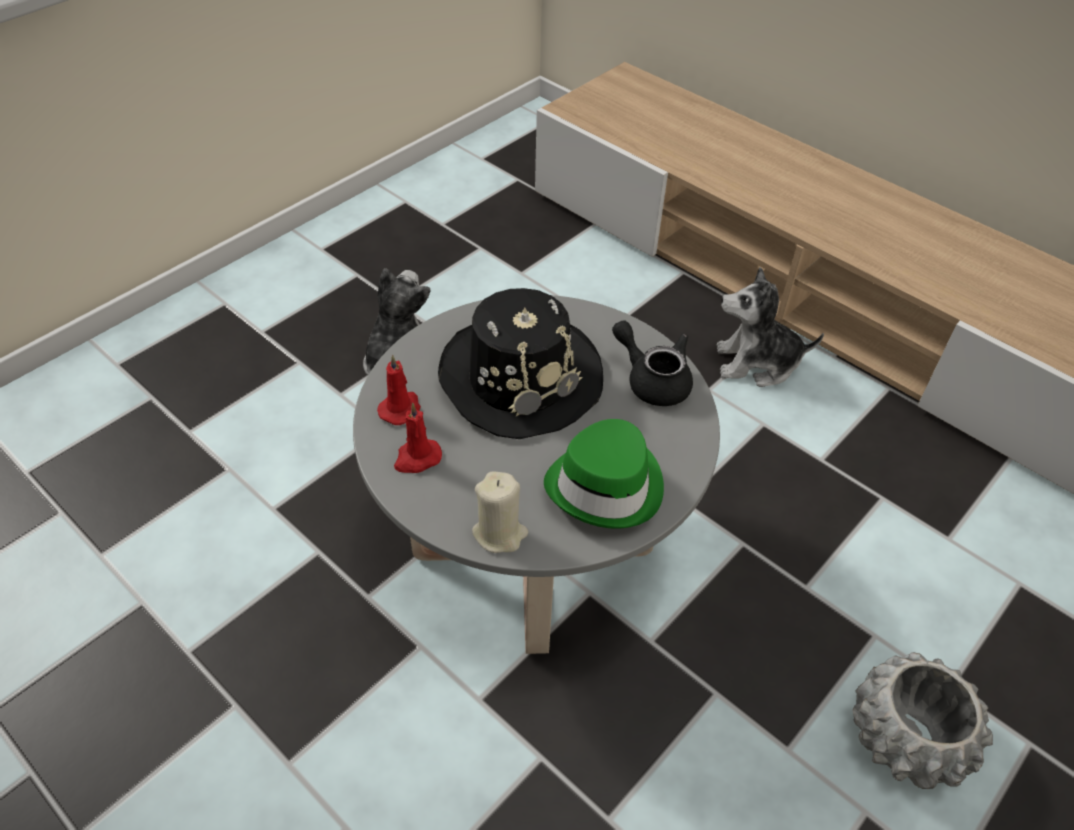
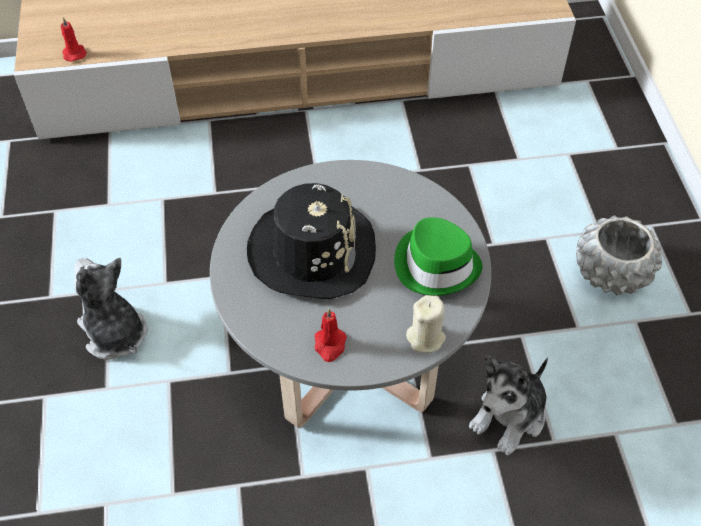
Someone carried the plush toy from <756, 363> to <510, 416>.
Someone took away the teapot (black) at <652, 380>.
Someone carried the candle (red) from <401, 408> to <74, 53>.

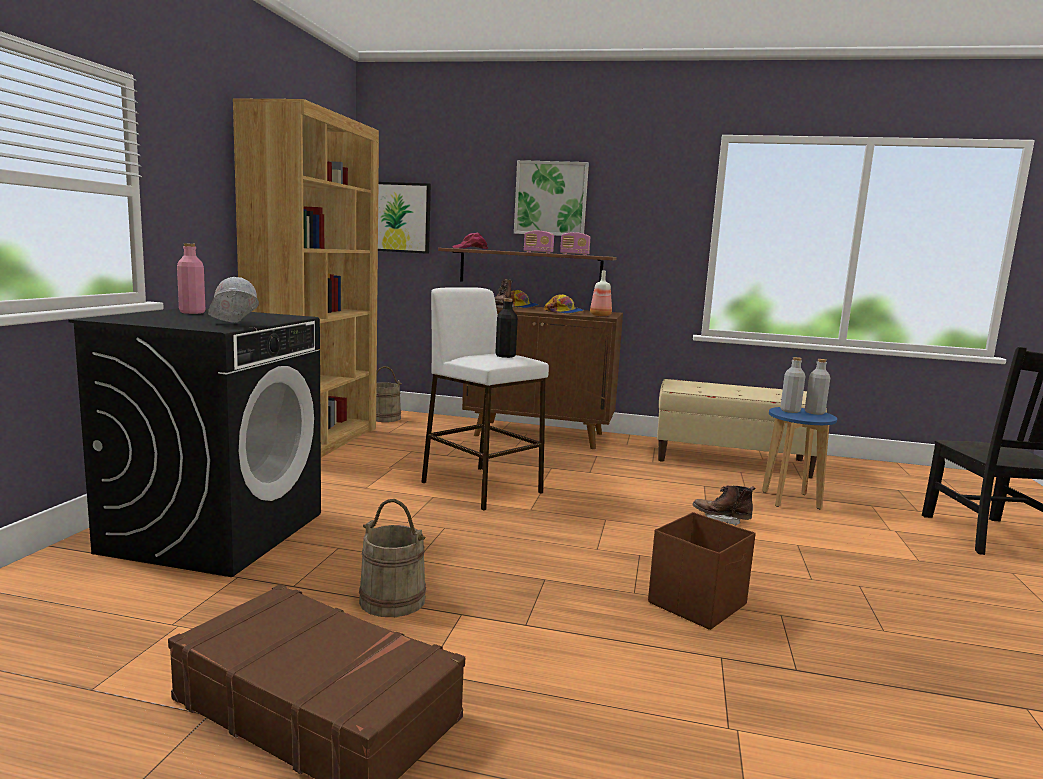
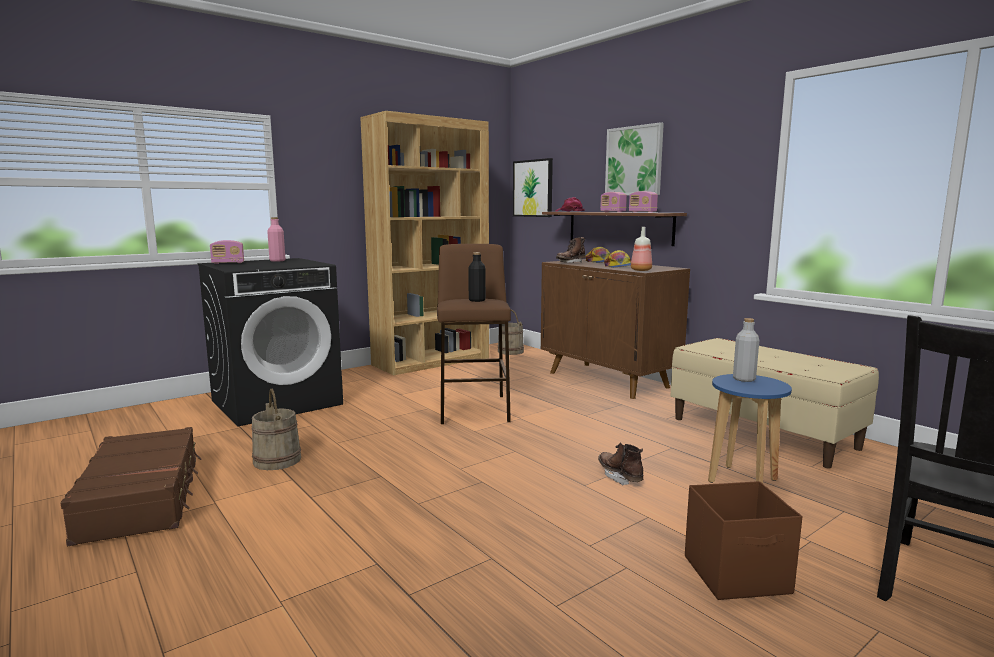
Someone took away the hard hat (white) at <233, 324>.
Someone repainted the stool (white) at <481, 487>, which became the stool (brown) at <473, 409>.
Someone took away the bottle (grey) at <814, 412>.
Someone carried the storage box (brown) from <698, 603> to <738, 575>.
Someone put down the radio at <228, 263>.

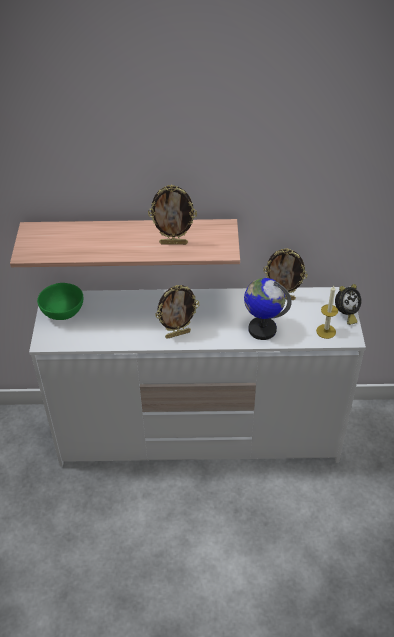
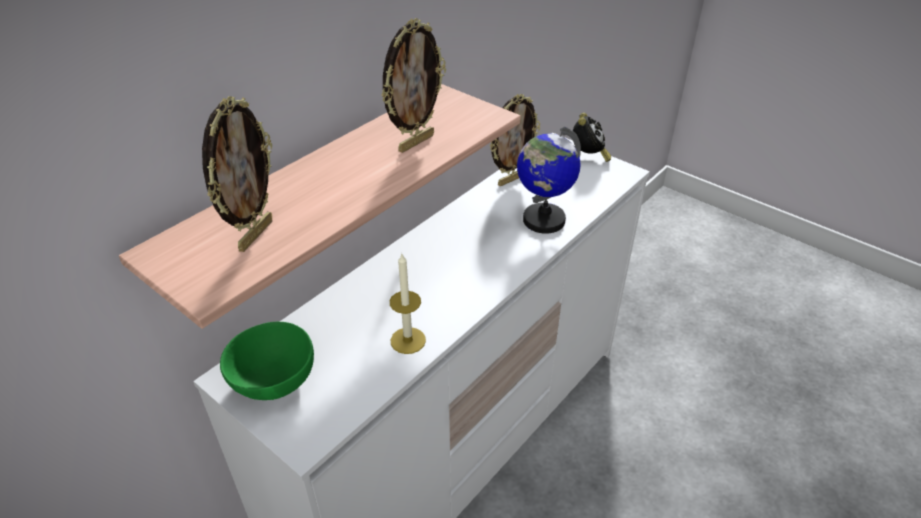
Someone carried the picture frame from <178, 334> to <255, 235>.
Someone carried the candle from <326, 331> to <408, 340>.

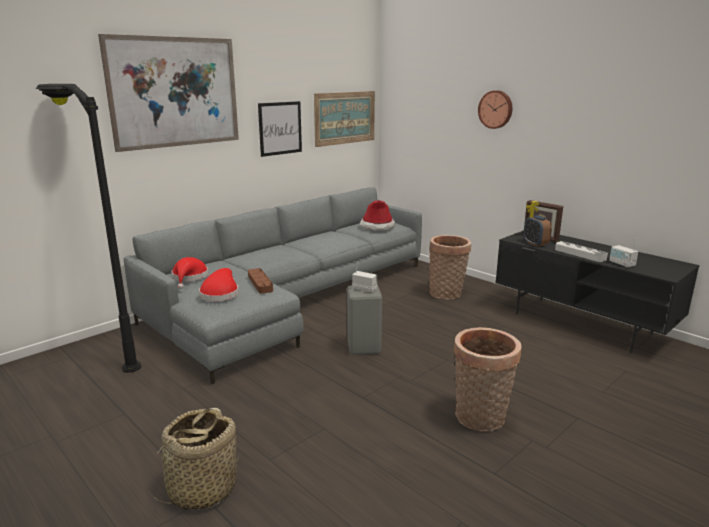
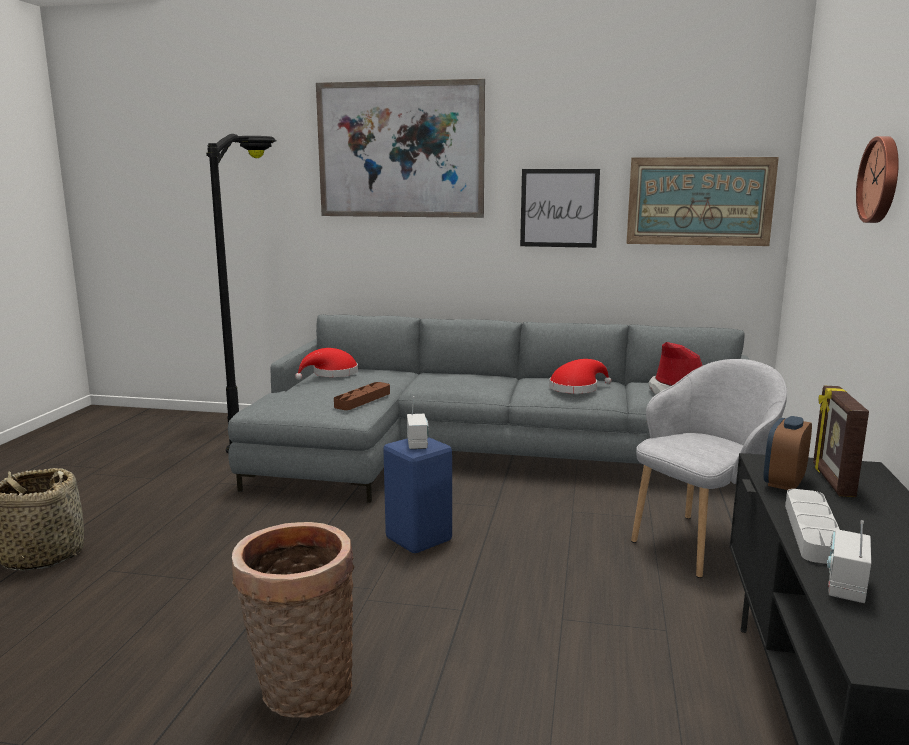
Someone swapped the basket at <447, 294> for the armchair (grey) at <699, 545>.
Someone carried the hat (red) from <220, 293> to <576, 388>.
Someone repainted the stool (grey) at <363, 348>, which became the stool (blue) at <416, 539>.

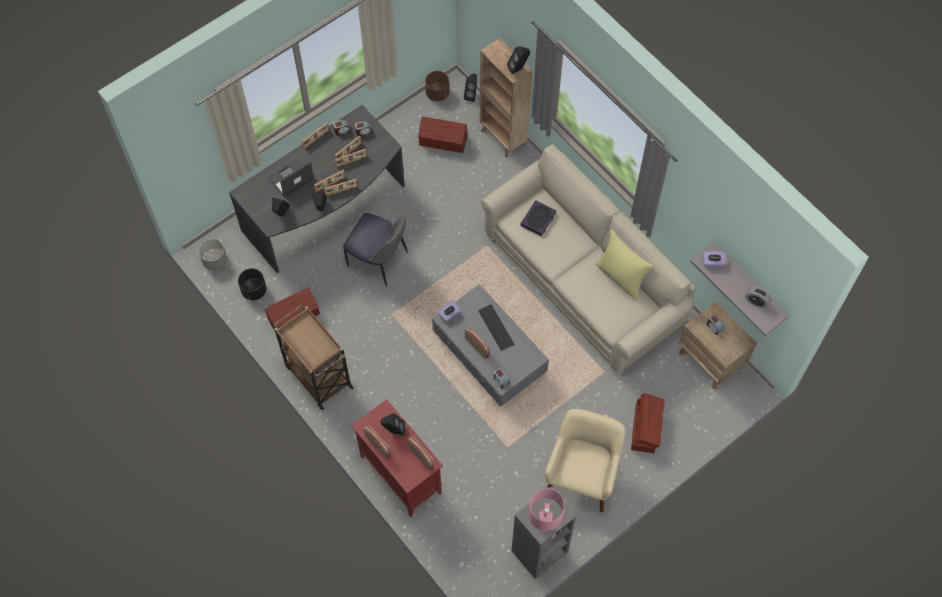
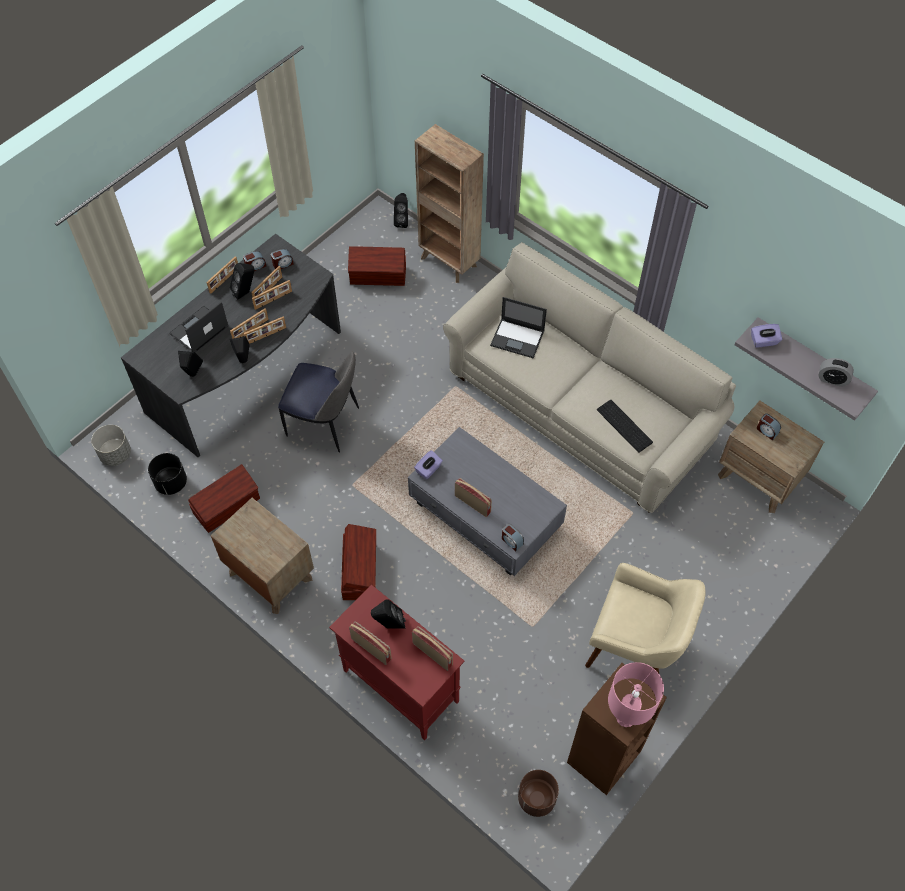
Someone carried the speaker (black) from <518, 69> to <246, 292>.
Someone carried the planter (brown) from <437, 93> to <536, 799>.
Someone swapped the book at <538, 219> for the laptop at <518, 338>.
Someone took away the pillow (yellow) at <621, 277>.
Someone carried the keyboard from <497, 327> to <625, 426>.
Someone swapped the cart (brown) at <317, 375> for the nightstand (brown) at <270, 575>.
Someone carried the storage box (brown) from <645, 428> to <359, 570>.
Someone rotated the armchair (beige) at <582, 475> by 105 degrees clockwise.
Someone repainted the bookcase (grey) at <539, 552>, which became the bookcase (brown) at <604, 757>.

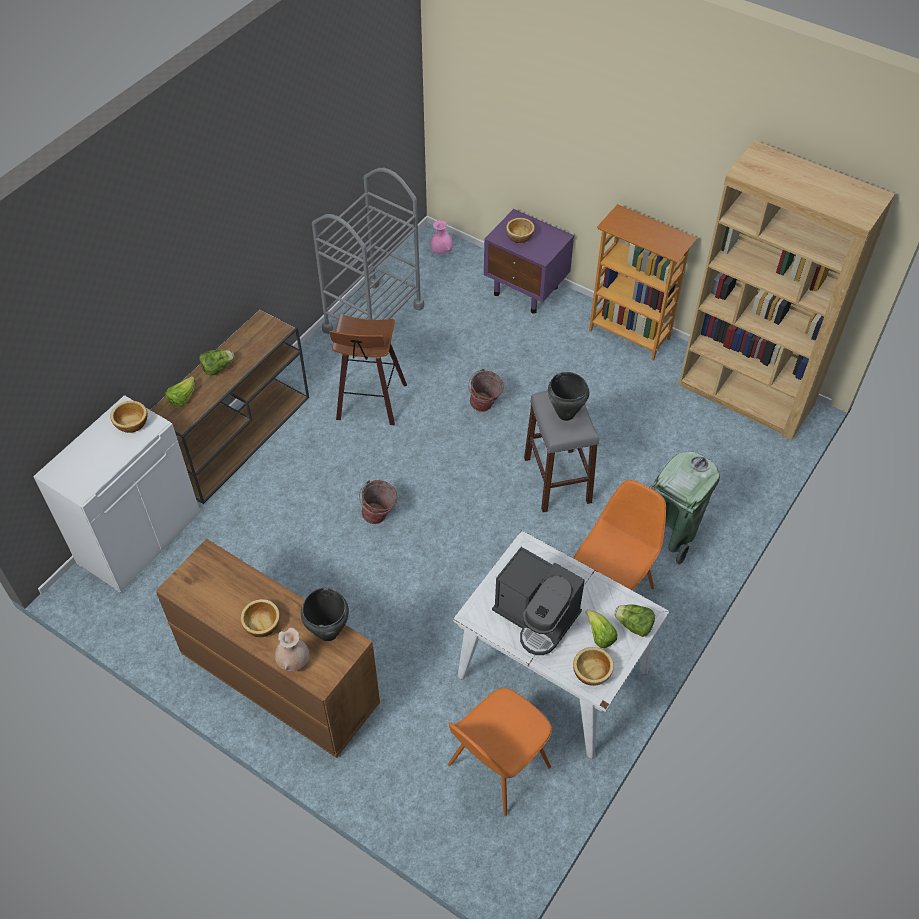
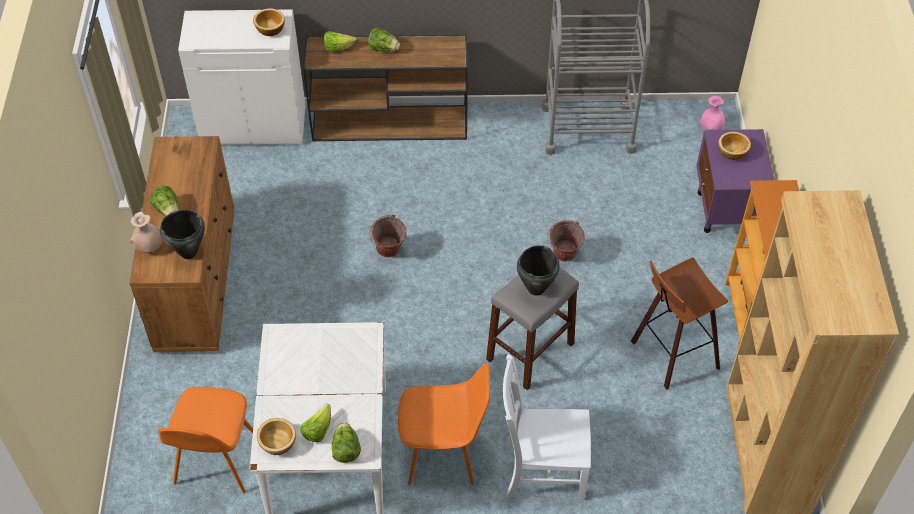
Someone carried the stool from <369, 403> to <671, 354>.
Someone swapped the trash can (green) at <670, 535> for the chair (white) at <541, 469>.
Someone took away the coffee machine at <536, 617>.
Someone swapped the bowl at <261, 624> for the lettuce at <168, 210>.
Someone rotated the chair (orange) at <497, 768> by 90 degrees counterclockwise.

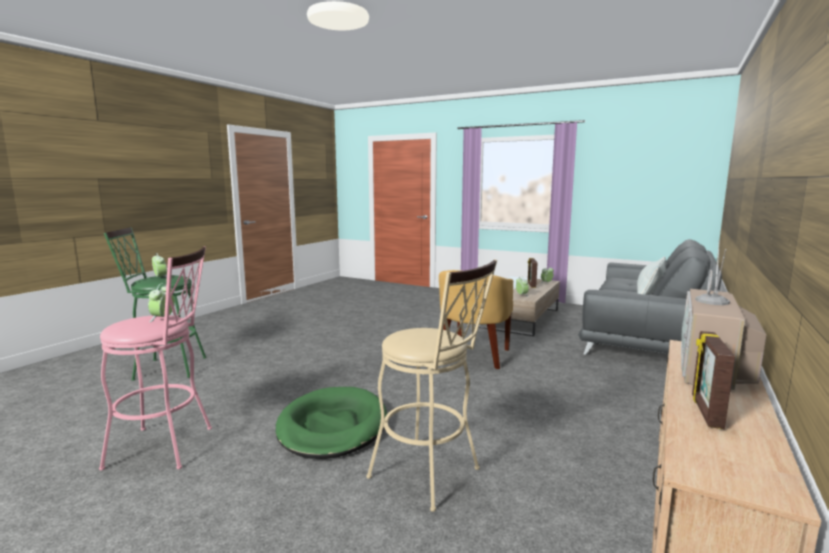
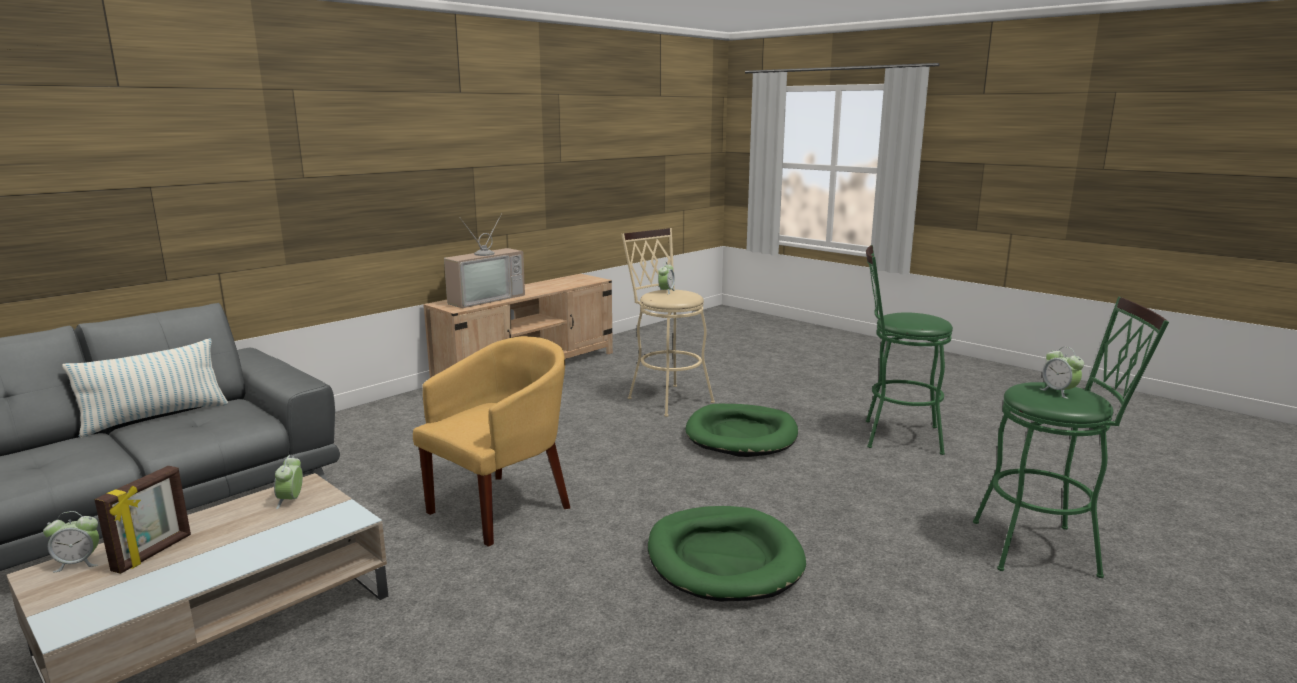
Someone repainted the stool (pink) at <168, 447>, which became the stool (green) at <894, 436>.
Someone carried the alarm clock from <163, 318> to <666, 291>.
Someone took away the picture frame at <705, 411>.
Someone put down the dog bed (green) at <724, 559>.

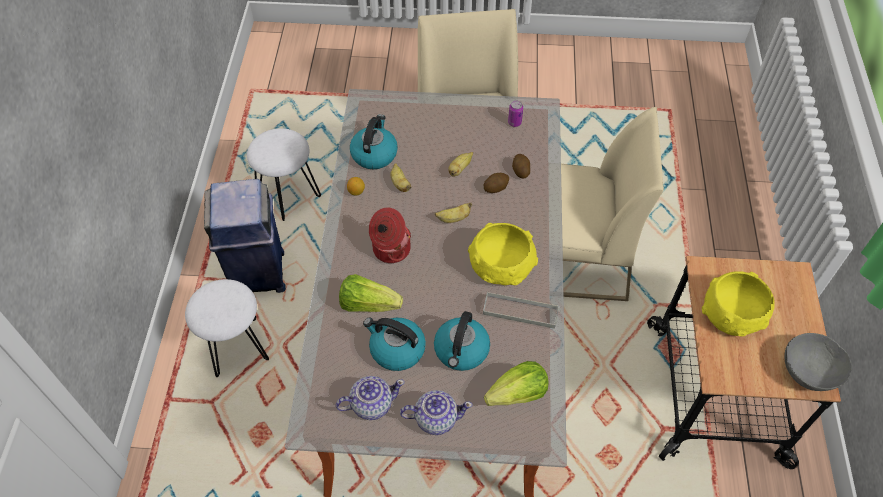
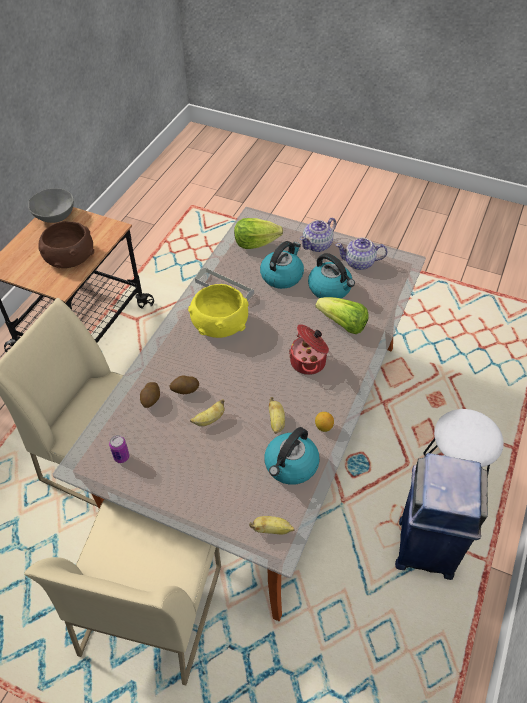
Someone took away the stool (white) at <288, 196>.
Someone carried the banana from <453, 219> to <272, 530>.
Someone repainted the bowl (yellow) at <732, 313>, which became the bowl (brown) at <69, 257>.
Someone rotated the teapot at <435, 418> by 60 degrees counterclockwise.

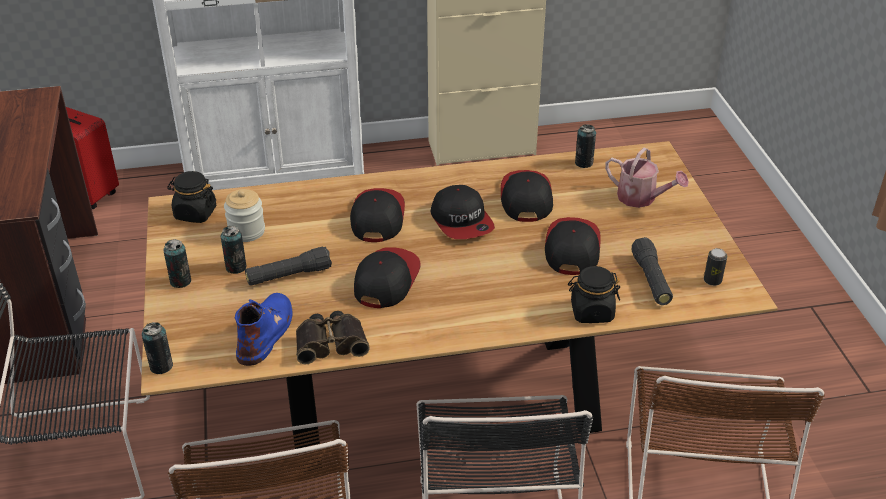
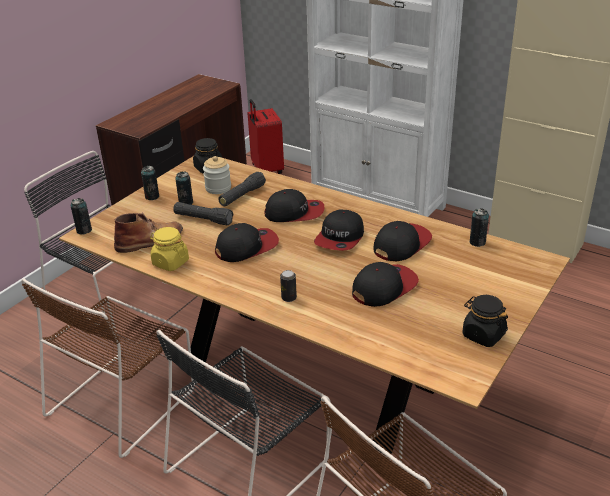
Someone took away the watering can at <641, 198>.
Someone rotated the cap at <377, 217> by 45 degrees clockwise.
Someone carried the flashlight (black) from <651, 280> to <242, 196>.
Someone carried the can from <712, 280> to <289, 298>.
Someone carried the jar (black) from <591, 312> to <483, 335>.
Someone repainted the boot (blue) at <266, 331>, which became the boot (brown) at <150, 240>.
Someone swapped the binoculars at <331, 342> for the jar (yellow) at <170, 262>.

